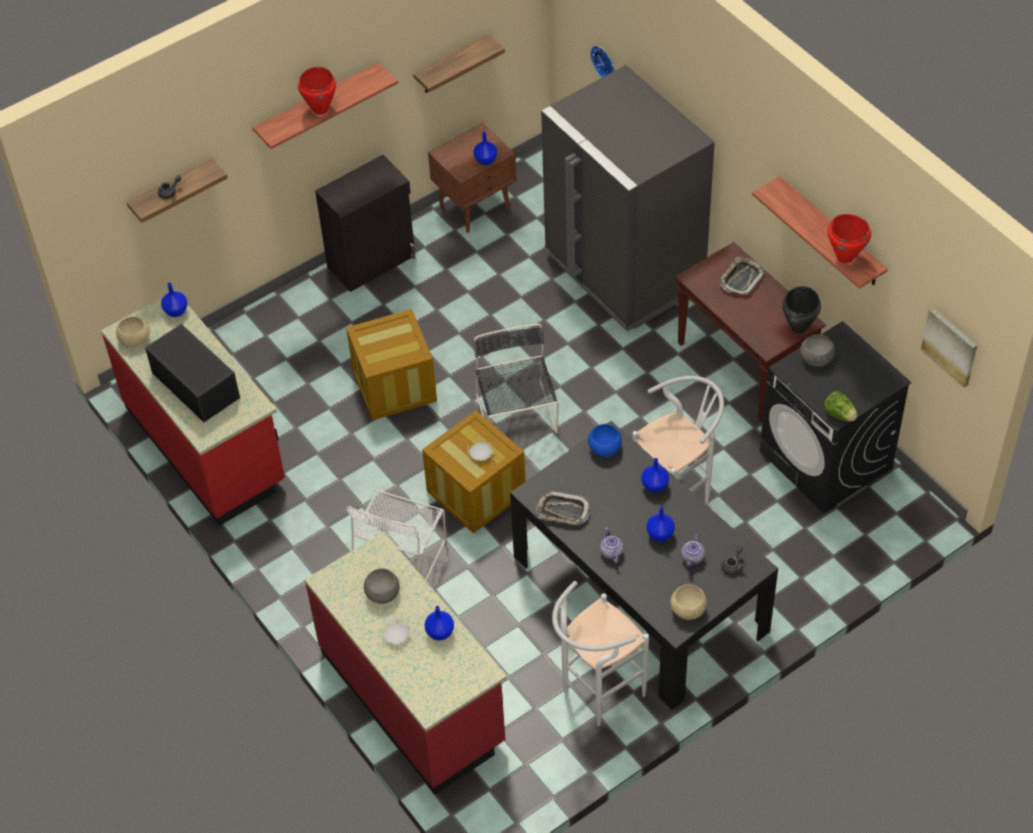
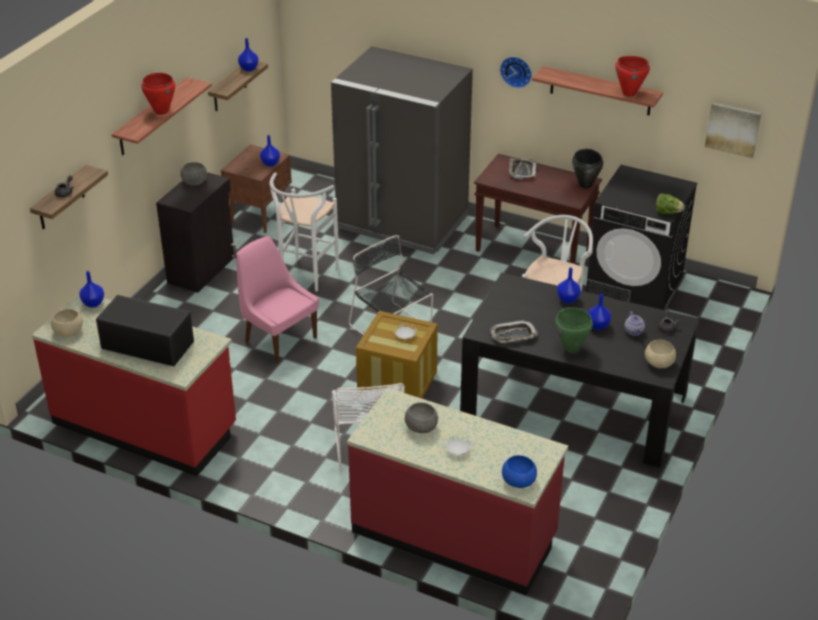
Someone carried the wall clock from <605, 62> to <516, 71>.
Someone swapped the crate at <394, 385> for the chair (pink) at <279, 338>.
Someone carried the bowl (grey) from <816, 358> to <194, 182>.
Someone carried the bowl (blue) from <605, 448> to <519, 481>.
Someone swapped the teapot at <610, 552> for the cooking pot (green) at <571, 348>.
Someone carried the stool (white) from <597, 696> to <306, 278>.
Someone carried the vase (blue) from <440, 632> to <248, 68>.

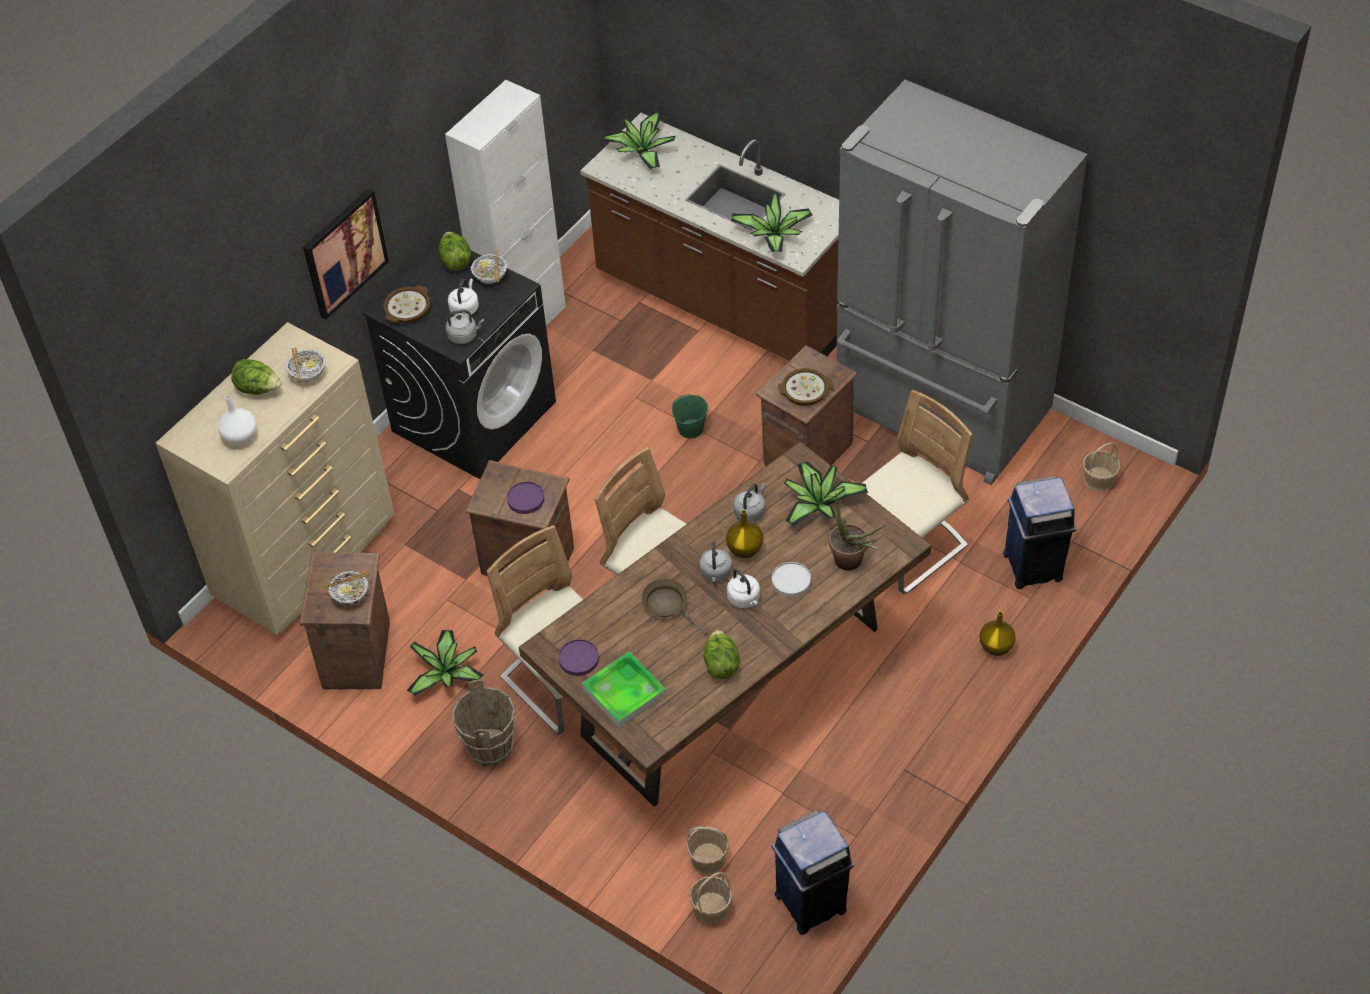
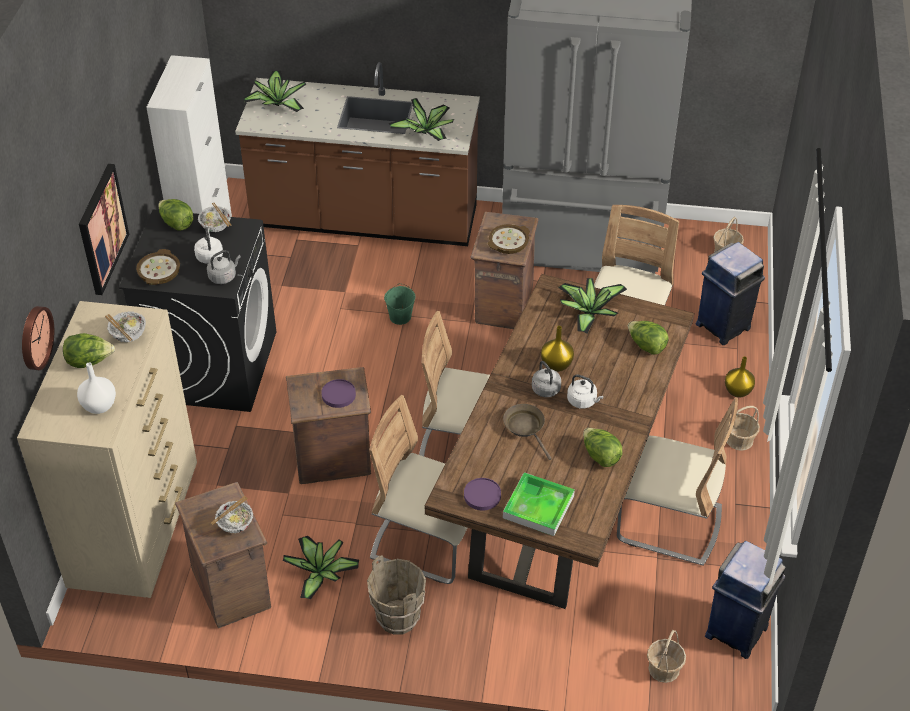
Someone took away the kettle (grey) at <750, 512>.
Someone swapped the potted plant at <852, 563> for the lettuce at <646, 346>.
Someone took away the plate (white) at <791, 581>.
Someone rotated the frying pan (brown) at <668, 605> by 45 degrees clockwise.
Someone carried the basket from <708, 859> to <739, 440>.
Someone put up the wall clock at <34, 337>.
Someone put down the chair (beige) at <668, 524>.

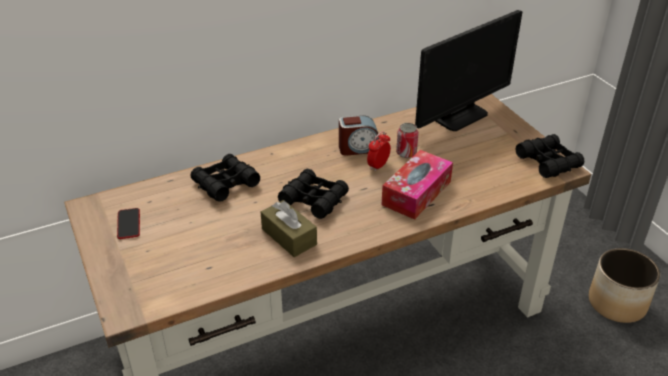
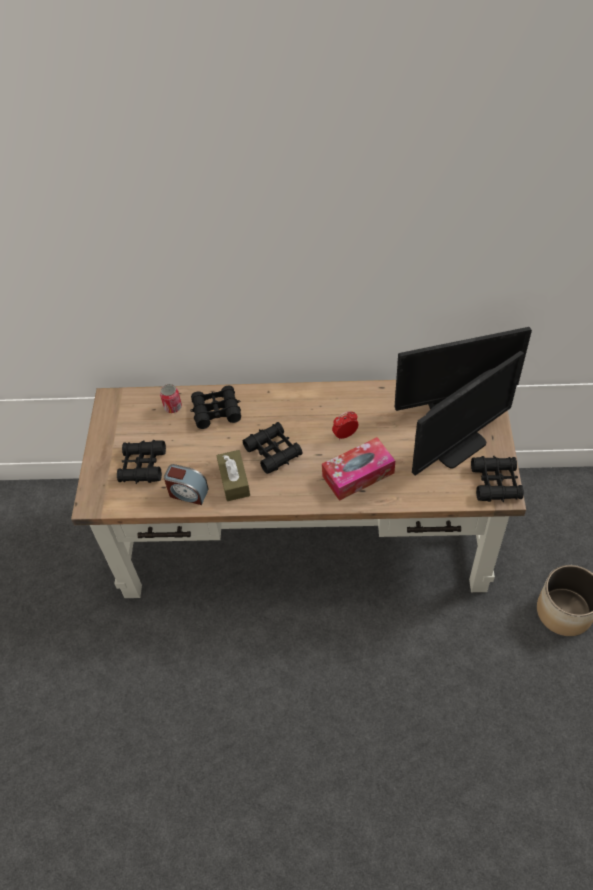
Someone carried the alarm clock from <358, 148> to <188, 493>.
Someone carried the can from <406, 153> to <173, 407>.
Someone took away the phone at <128, 224>.
Someone put down the monitor at <457, 446>.
Someone put down the binoculars (black) at <142, 466>.

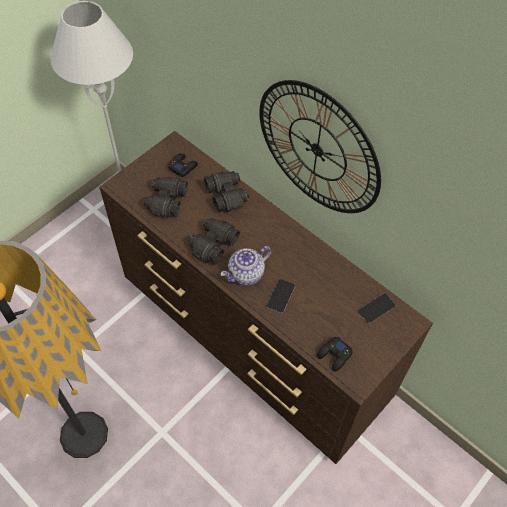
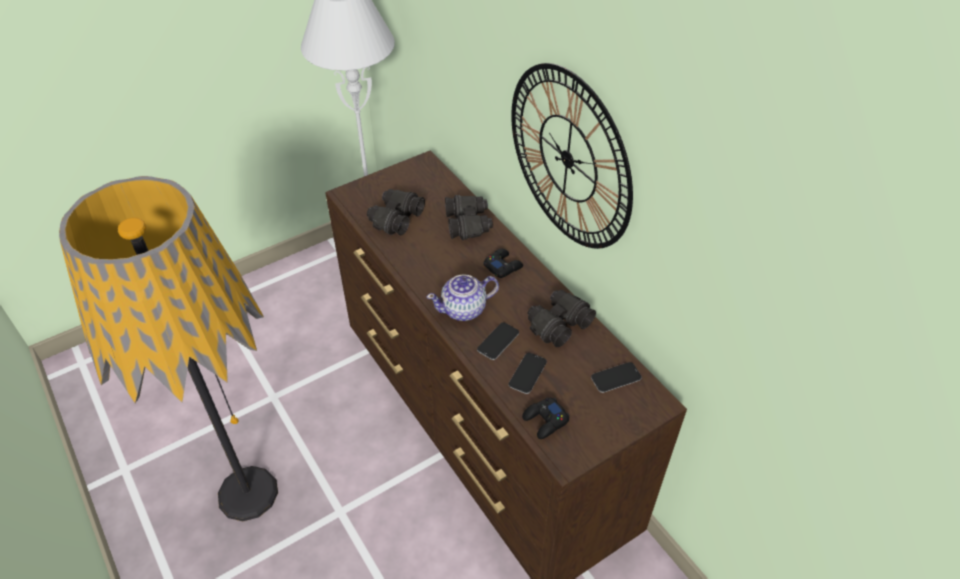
Someone carried the game controller (black) from <183, 167> to <503, 266>.
Someone carried the binoculars (black) from <212, 244> to <558, 324>.
Someone put down the phone at <527, 373>.

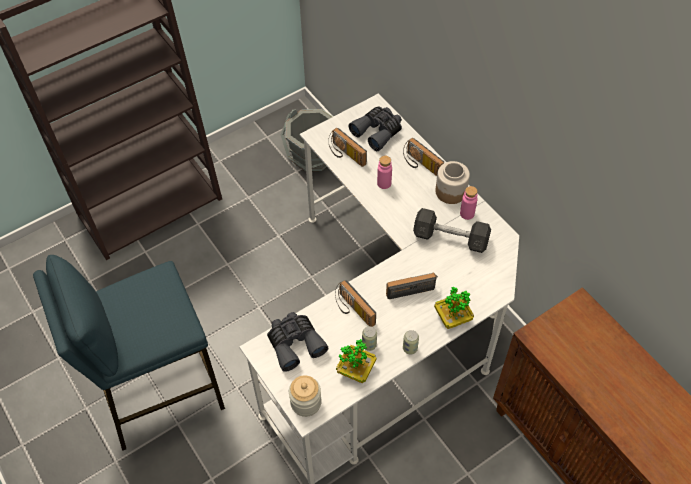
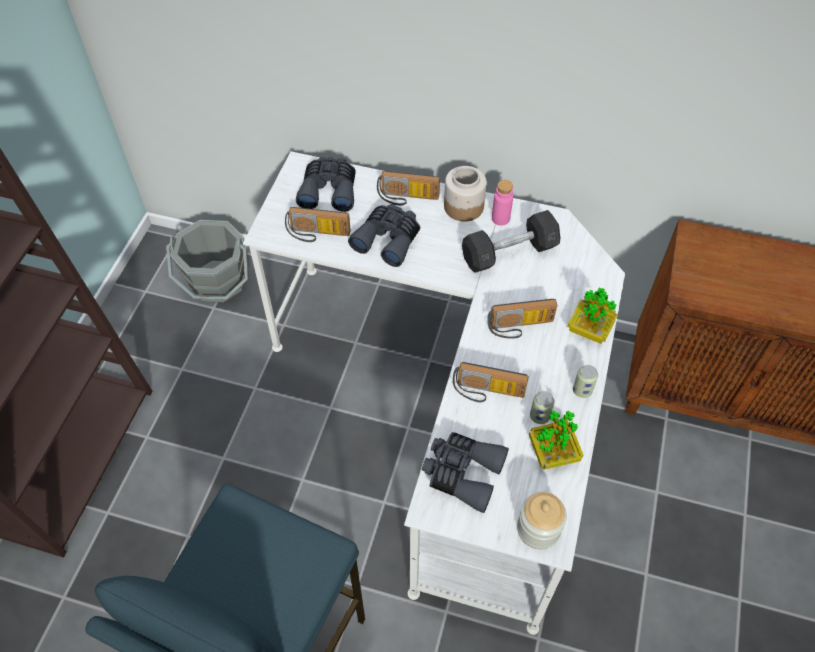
Someone swapped the bottle (pink) at <384, 183> for the binoculars (grey) at <388, 239>.
Someone rotated the radio at <410, 287> by 135 degrees counterclockwise.

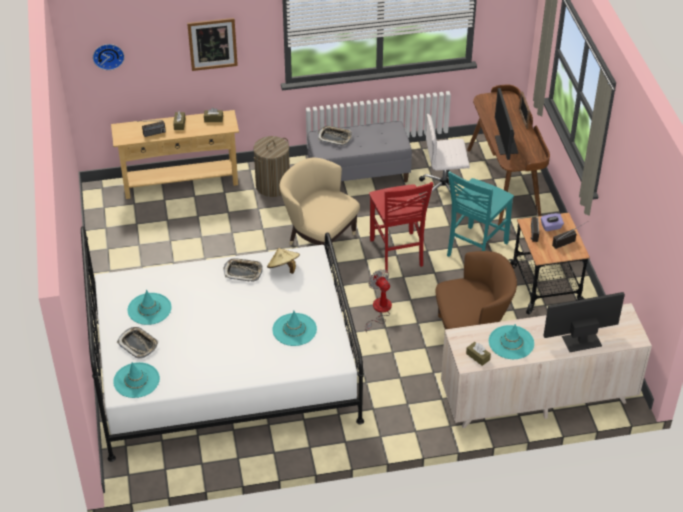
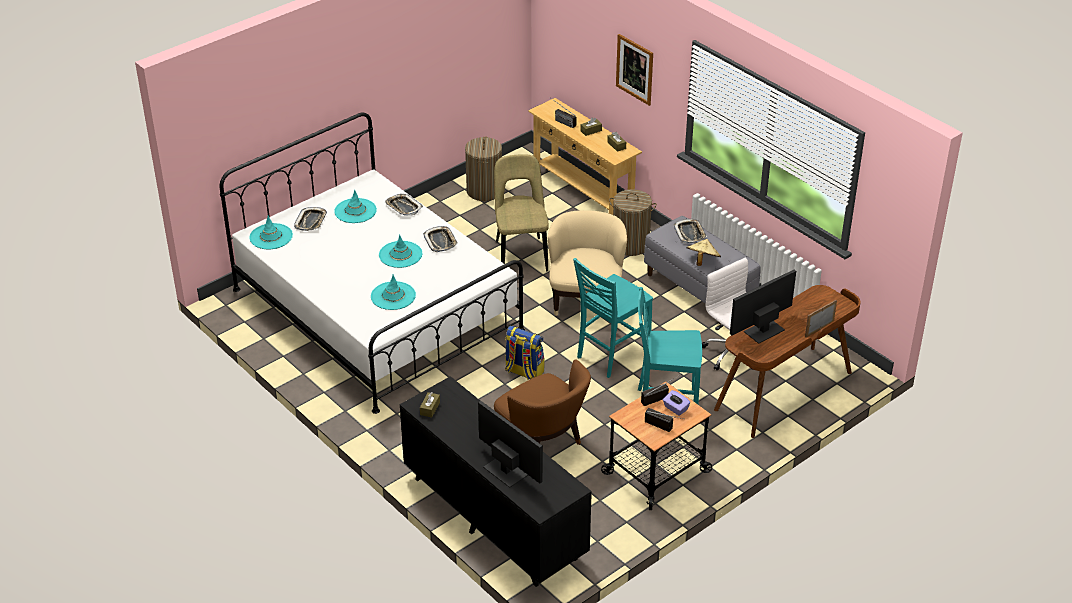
Someone took away the wall clock at <108, 55>.
Someone repainted the chair (red) at <397, 253>, which became the chair (turquoise) at <611, 355>.
Someone carried the hat (beige) from <283, 268> to <702, 261>.
Someone swapped the fan at <379, 310> for the backpack at <523, 372>.
Someone repainted the dresser (beige) at <537, 397>, which became the dresser (black) at <494, 518>.
Someone carried the hat (turquoise) from <511, 342> to <400, 254>.
Someone put down the laundry basket at <484, 191>.
Someone put down the chair (beige) at <521, 254>.
Someone put down the tray at <403, 207>.

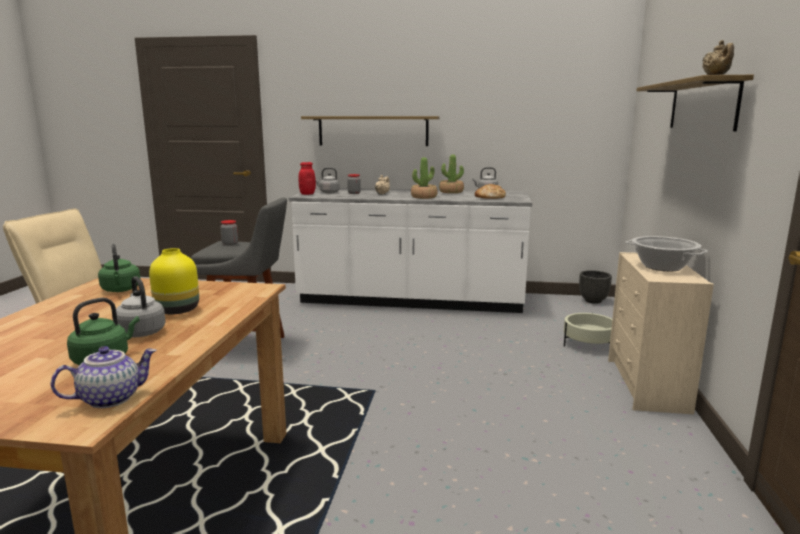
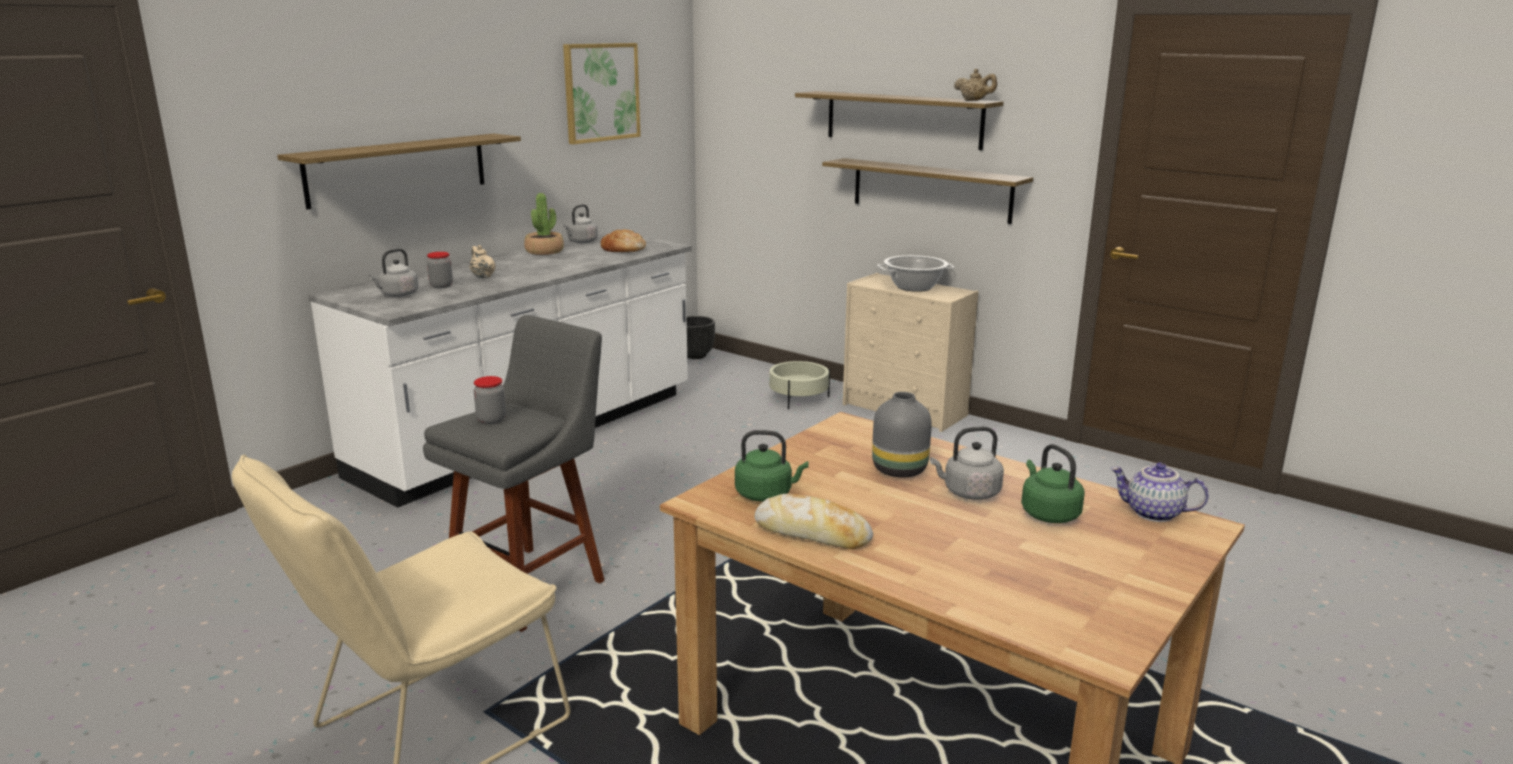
Someone took away the potted plant at <424, 197>.
Someone took away the jar (red) at <307, 194>.
Someone repainted the vase (yellow) at <178, 310>, which became the vase (grey) at <900, 469>.
Someone rotated the teapot at <111, 398> by 60 degrees counterclockwise.
Someone put up the picture at <601, 92>.
Someone put up the shelf at <931, 190>.
Someone put down the bread at <812, 533>.

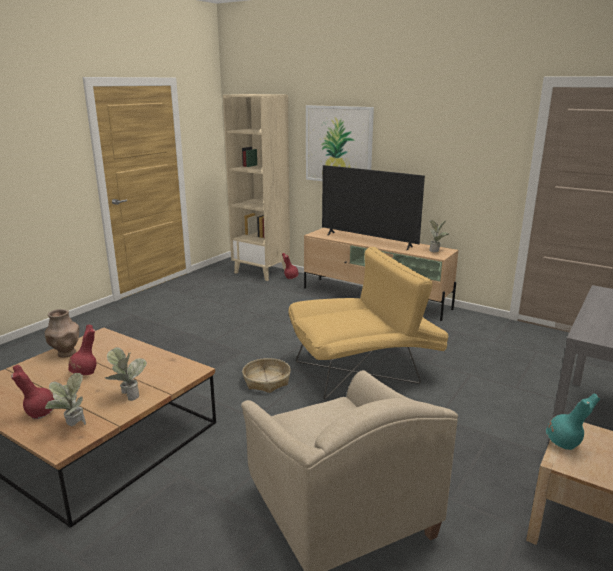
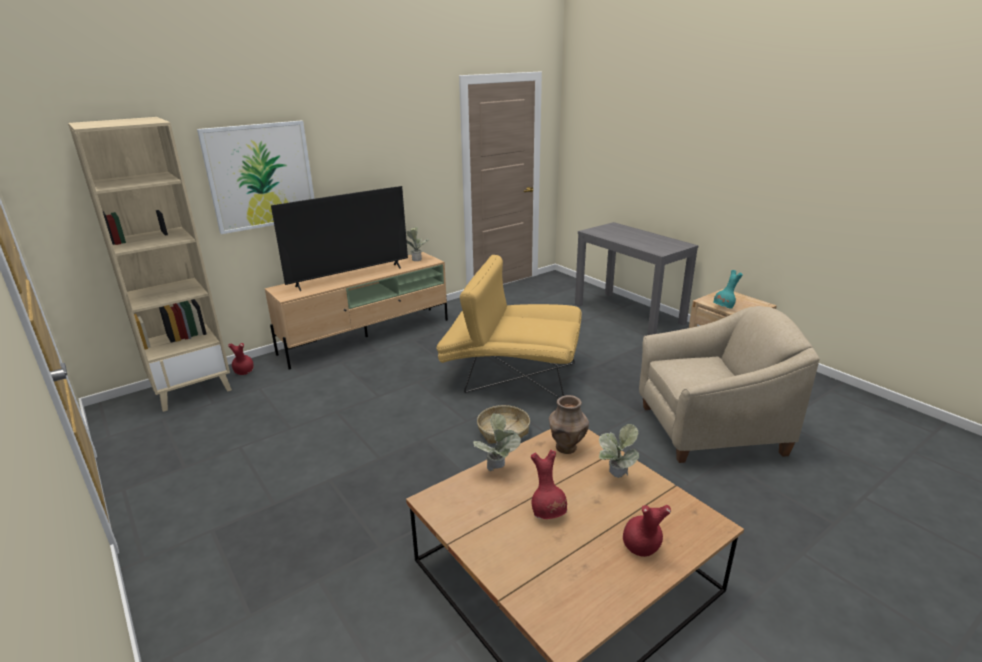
Someone rotated the armchair (yellow) at <364, 369> by 75 degrees counterclockwise.
Someone carried the vase (brown) from <66, 353> to <566, 448>.
Someone carried the potted plant from <72, 427> to <498, 470>.

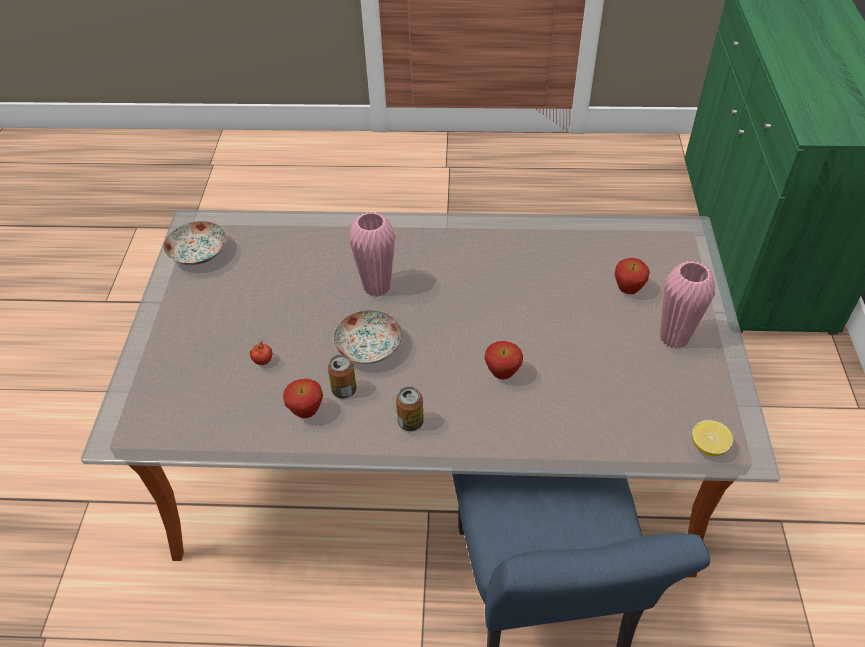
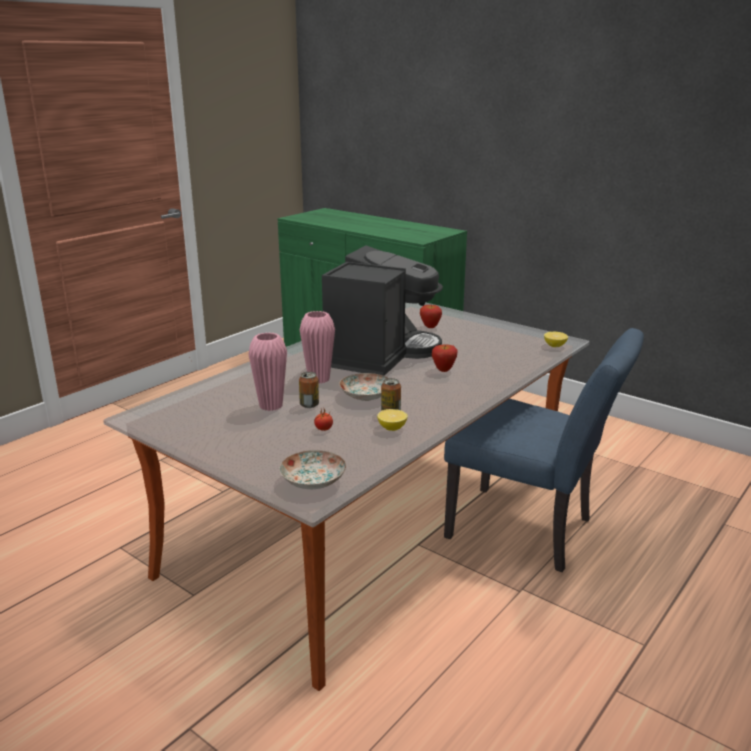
Someone carried the plate from <198, 253> to <314, 481>.
Someone carried the vase (pink) from <674, 338> to <271, 406>.
Someone swapped the apple at <306, 412> for the lemon at <392, 428>.
Someone carried the can from <410, 422> to <309, 405>.
Someone put down the coffee machine at <379, 354>.

